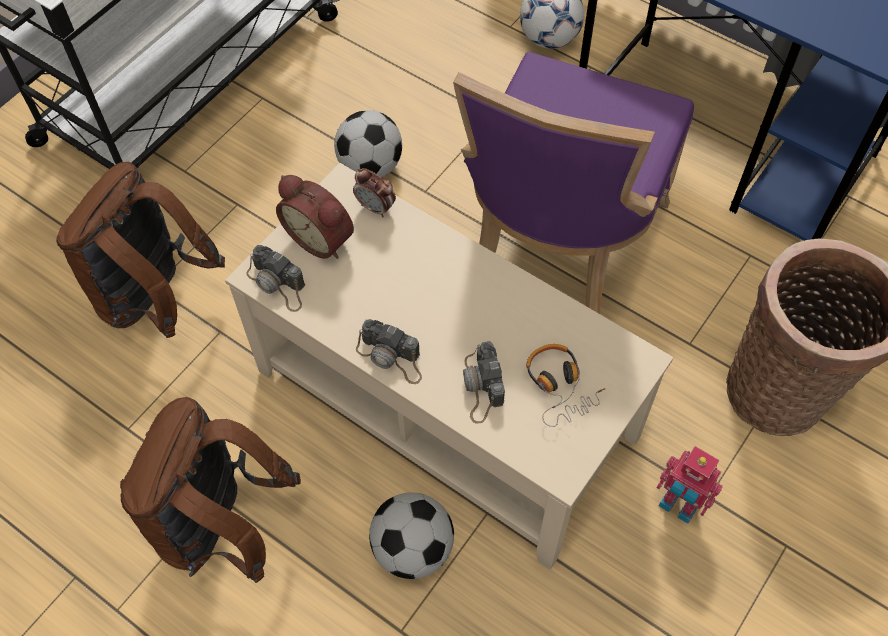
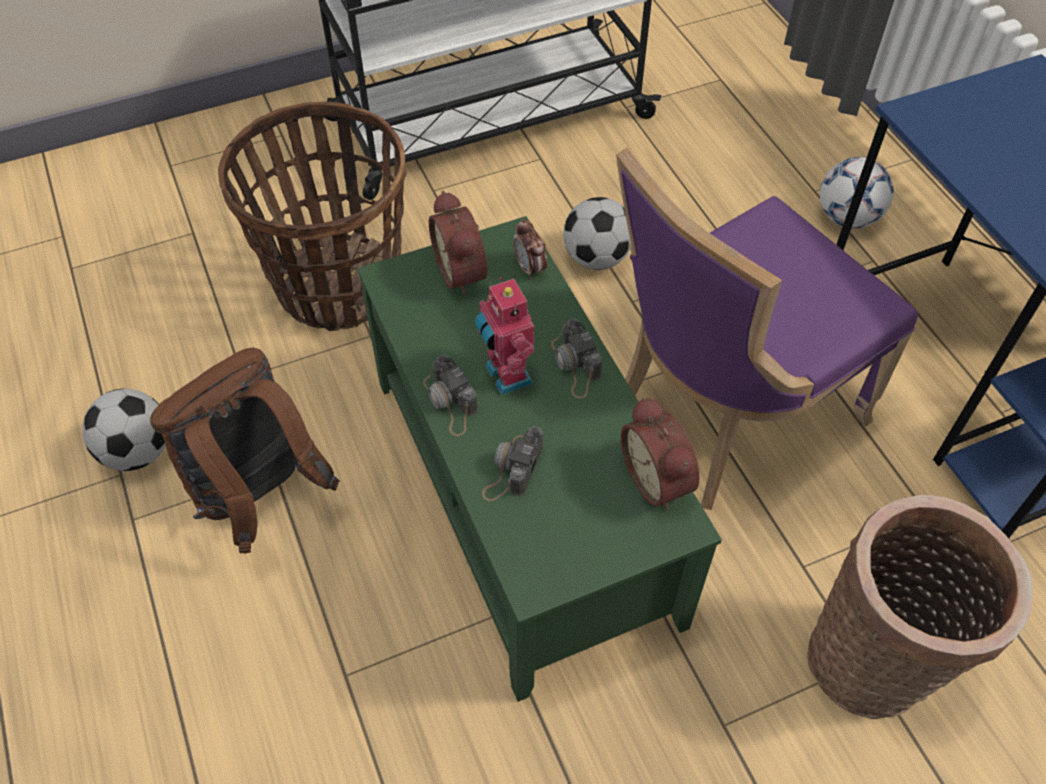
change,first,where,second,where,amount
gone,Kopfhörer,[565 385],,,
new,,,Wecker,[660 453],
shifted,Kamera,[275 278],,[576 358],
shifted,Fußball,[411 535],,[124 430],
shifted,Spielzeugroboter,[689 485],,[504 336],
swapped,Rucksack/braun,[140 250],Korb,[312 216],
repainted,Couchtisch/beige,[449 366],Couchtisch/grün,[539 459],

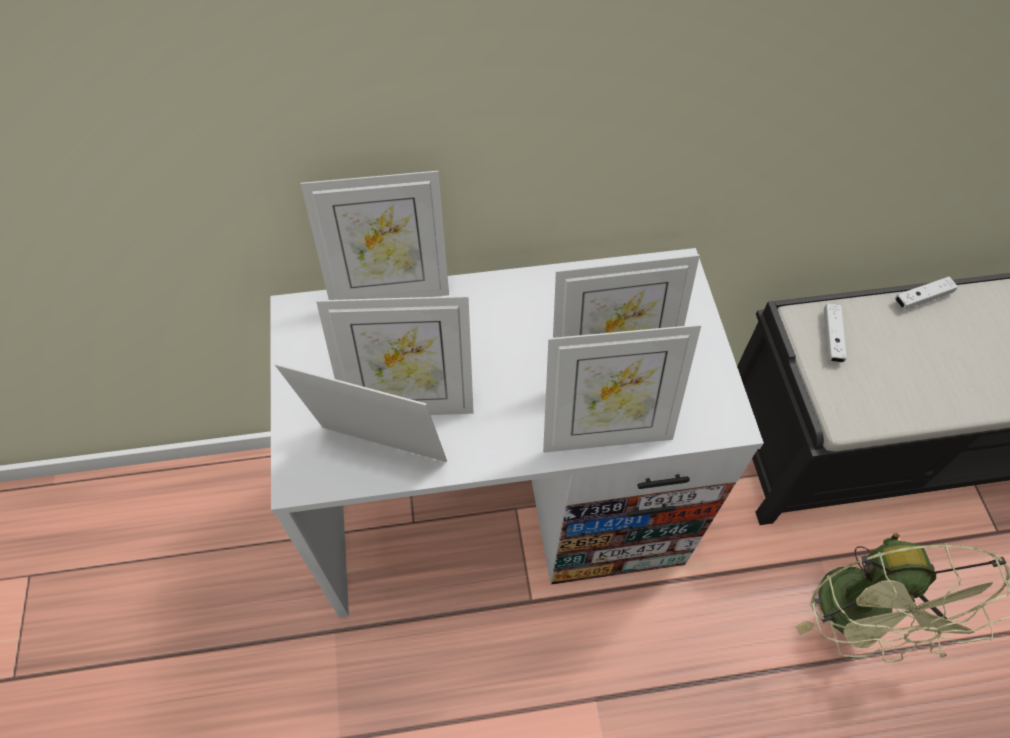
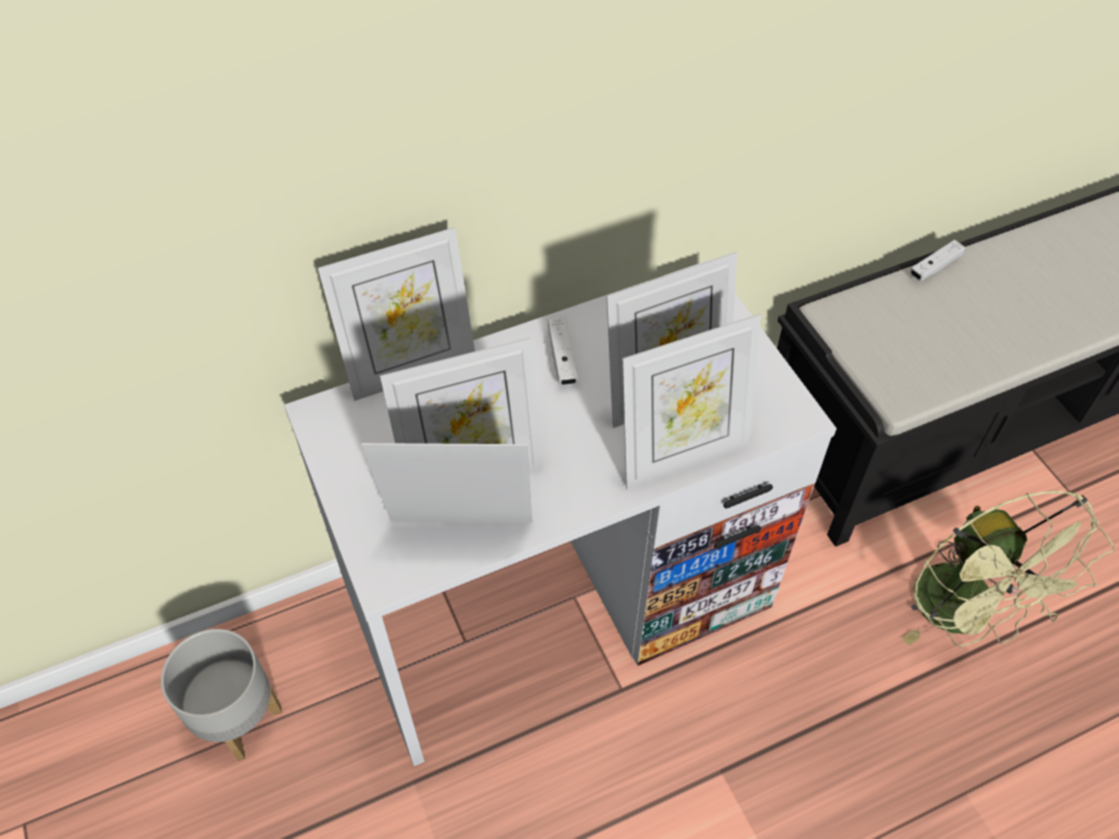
change,first,where,second,where,amount
new,,,Pflanzkübel/grau,[221 695],
shifted,Gamepad/weiß,[835 333],,[563 351],

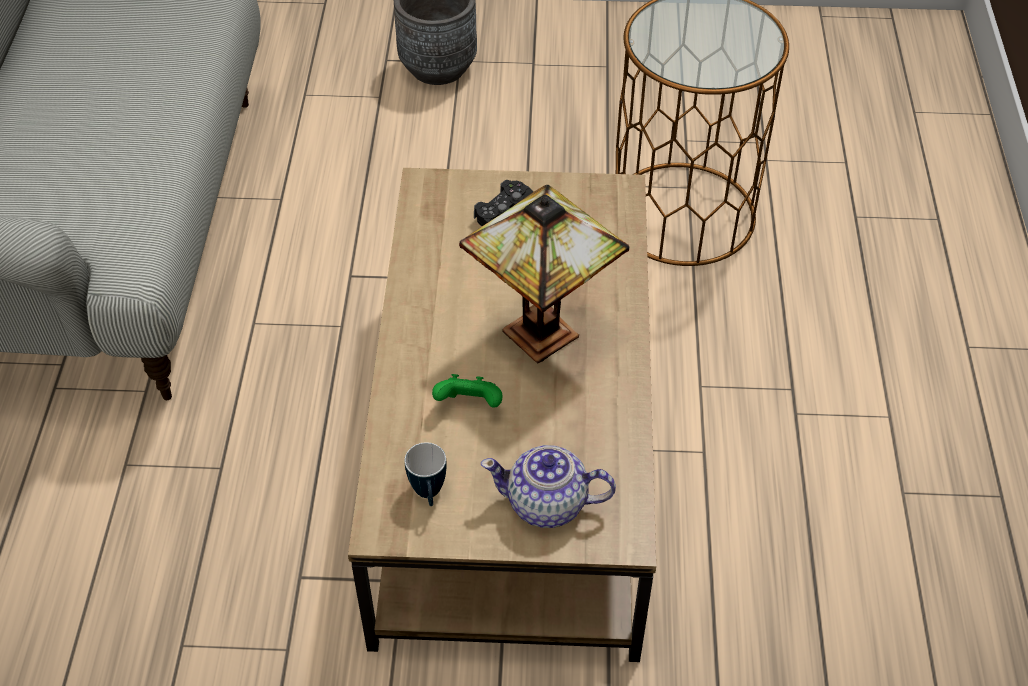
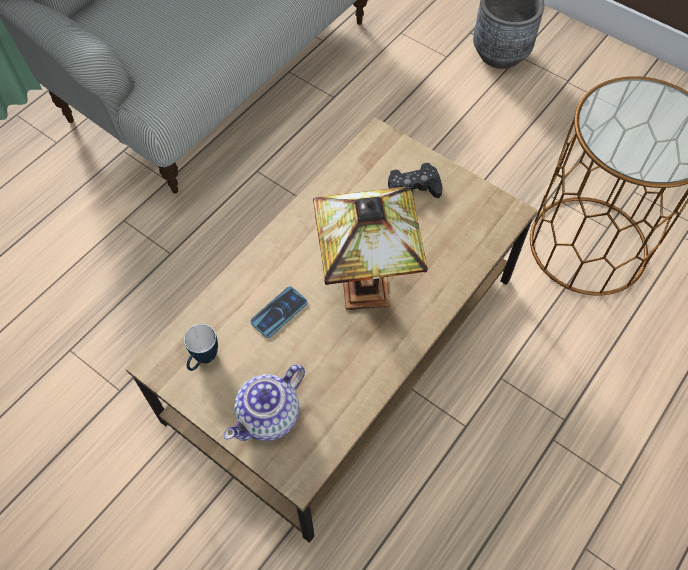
change,first,where,second,where,amount
swapped,Gamepad/grün,[467 391],Handy,[278 312],
rotated,Teekanne,[548 486],,[264 402],90 degrees counterclockwise

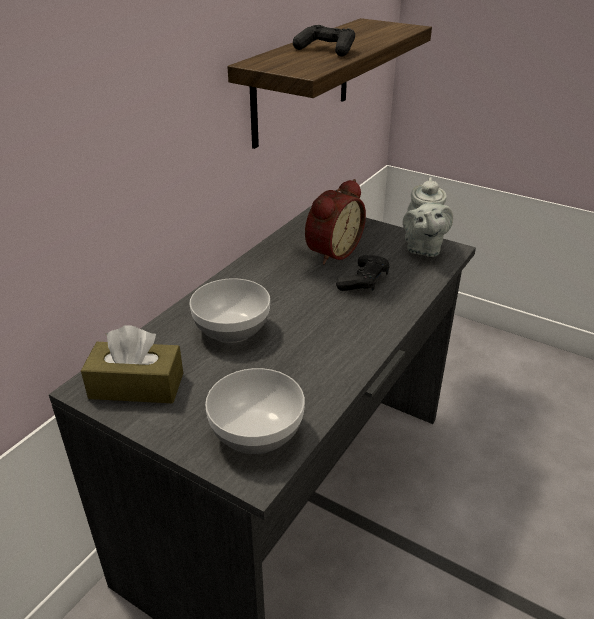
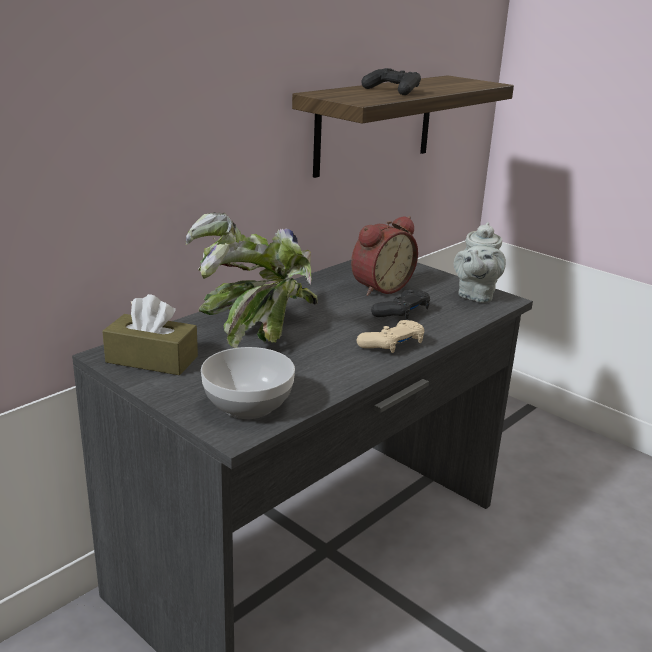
change,first,where,second,where,amount
new,,,Gamepad/beige,[390 336],
swapped,Schüssel,[229 310],Topfpflanze,[252 280],

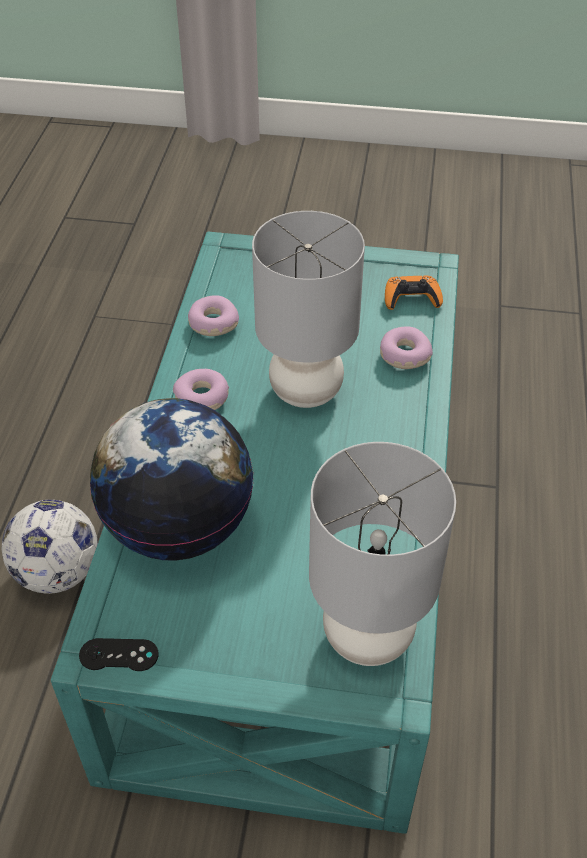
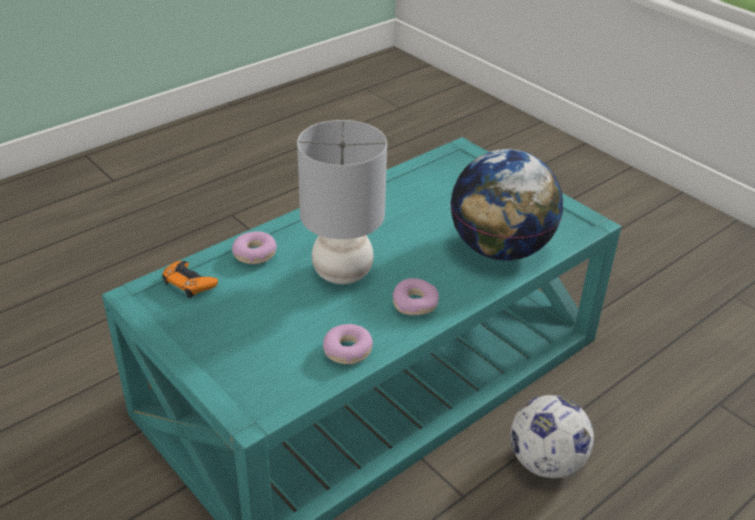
change,first,where,second,where,amount
gone,Gamepad/schwarz,[119 654],,,
gone,Tischlampe/grau,[382 554],,,

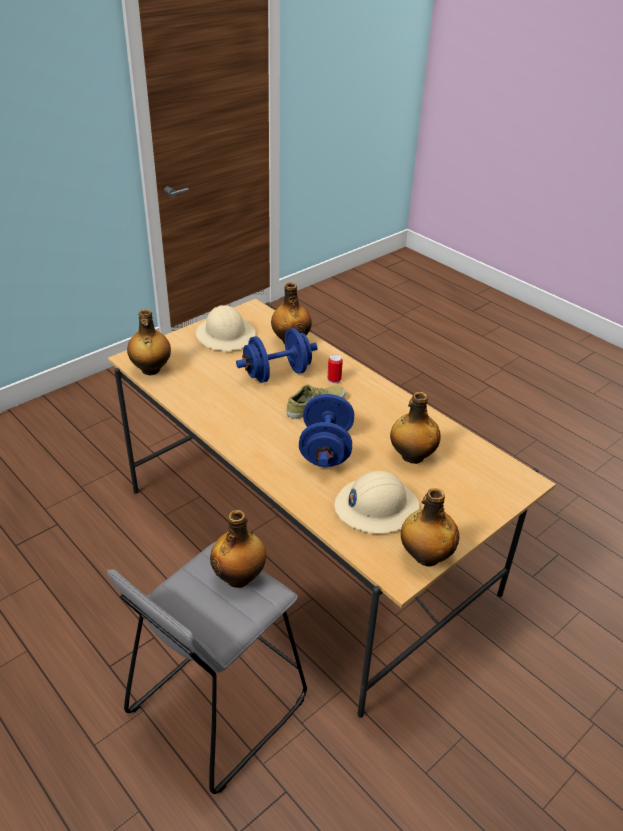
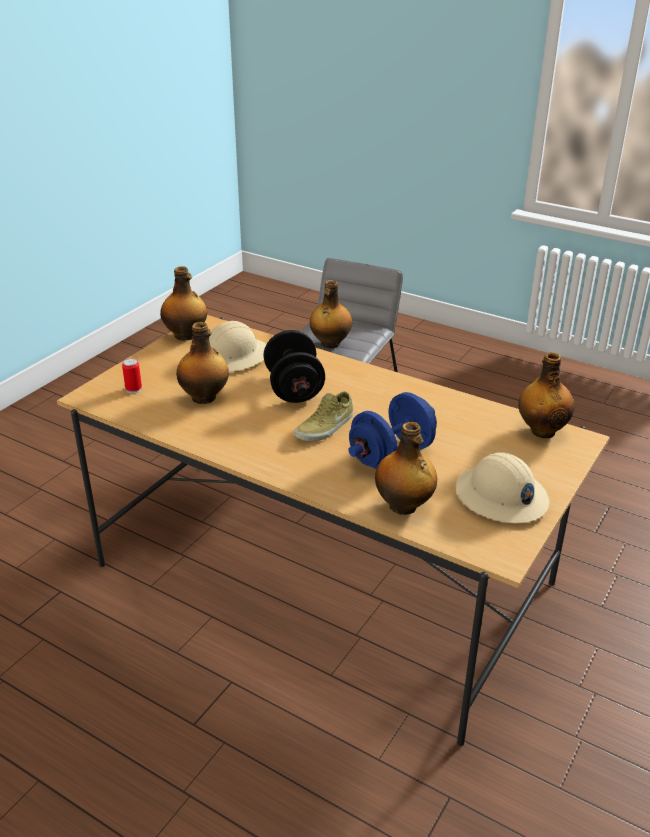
change,first,where,second,where,amount
shifted,Dose,[335 369],,[132 376],
repainted,Hantel/blau,[326 430],Hantel/schwarz,[294 366],

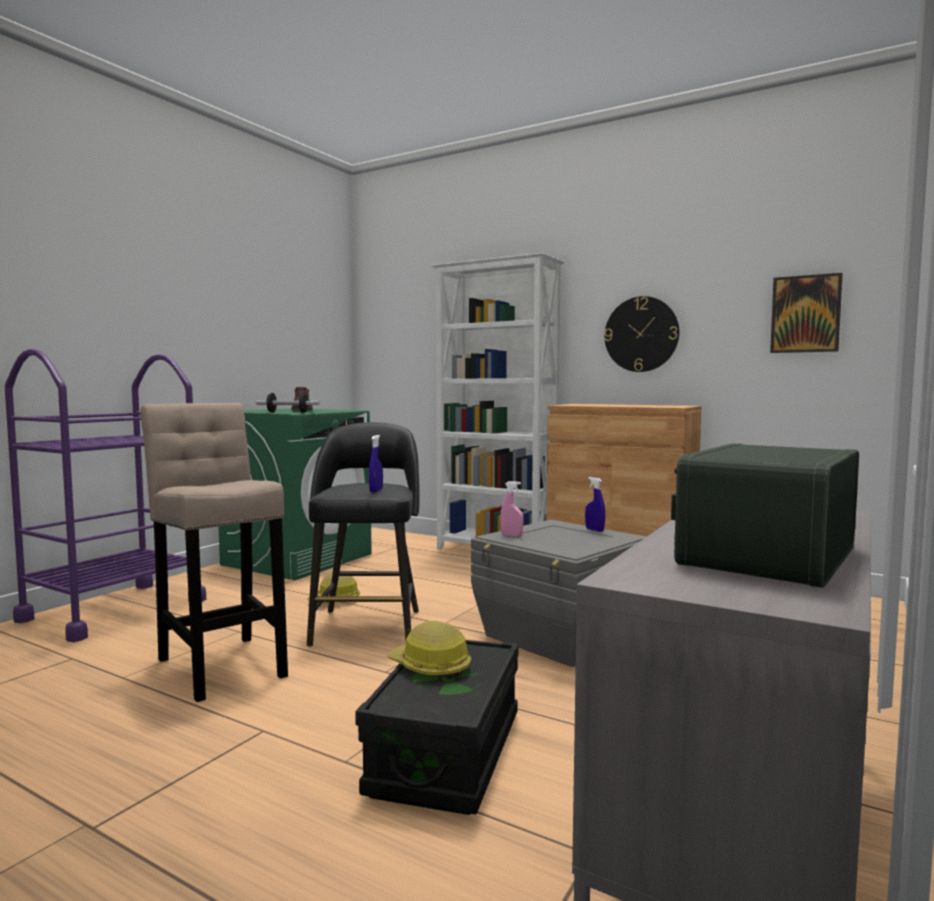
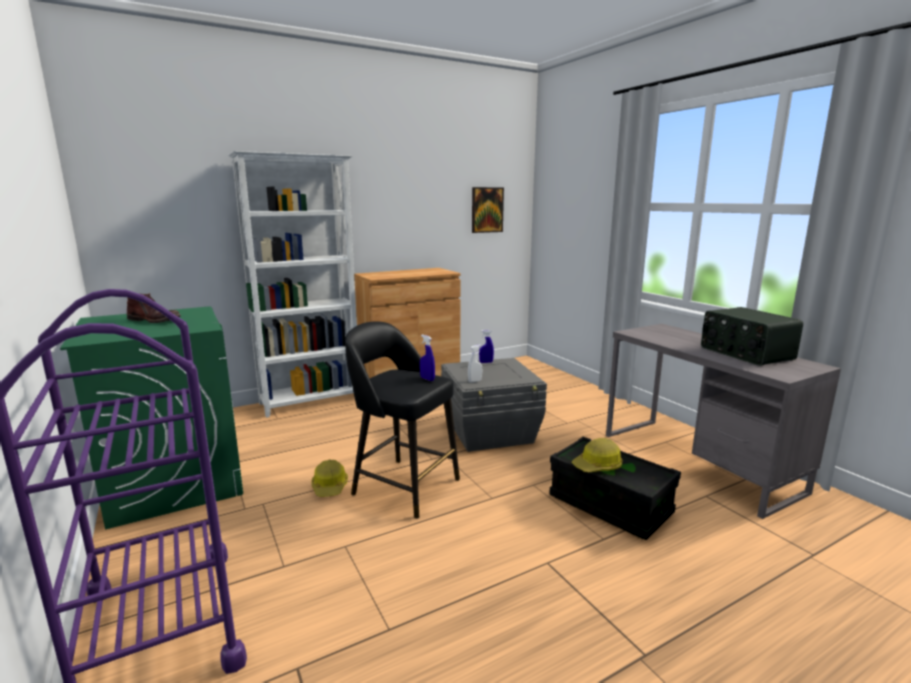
change,first,where,second,where,amount
gone,Hocker/beige,[214 552],,,
gone,Hantel,[288 403],,,
gone,Wanduhr,[641 334],,,
repainted,Sprühflasche/rosa,[511 509],Sprühflasche/weiß,[475 364],

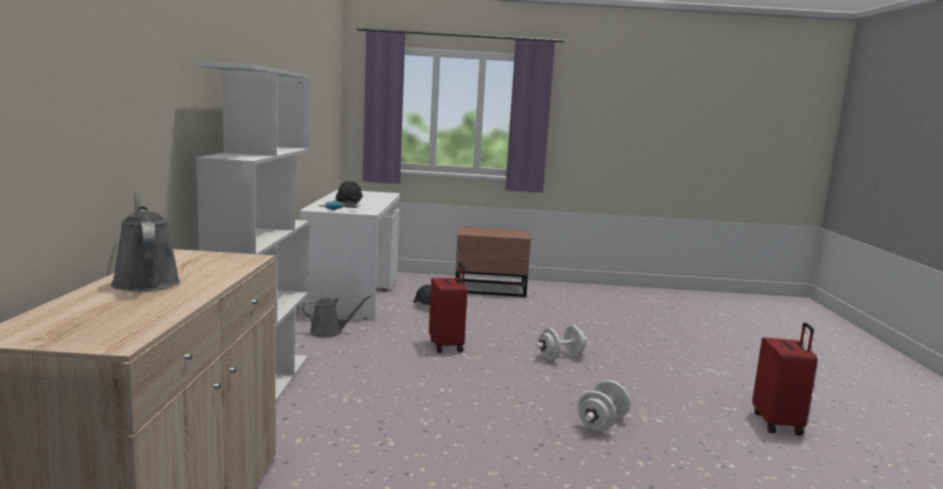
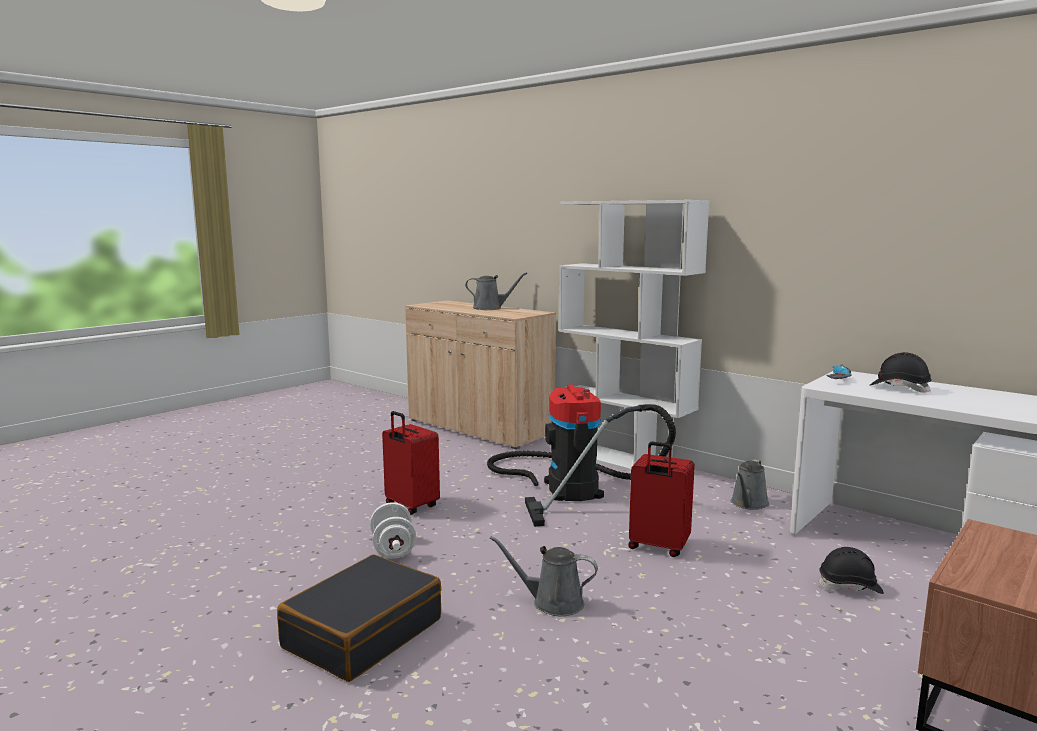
change,first,where,second,where,amount
new,,,Koffer/schwarz,[359 618],
new,,,Staubsauger,[581 455],
shifted,Koffer/rot,[785 379],,[411 463],
swapped,Hantel/weiß,[561 342],Gießkanne/grau,[544 576],

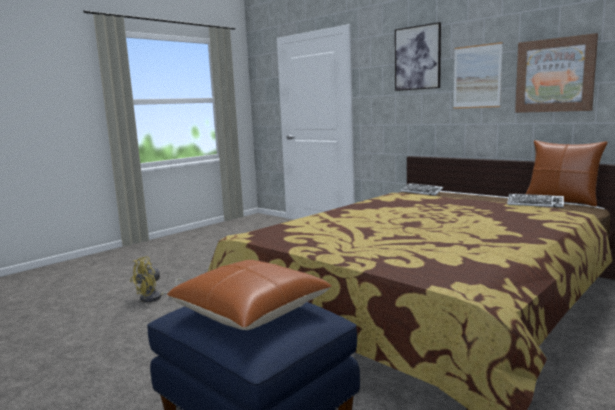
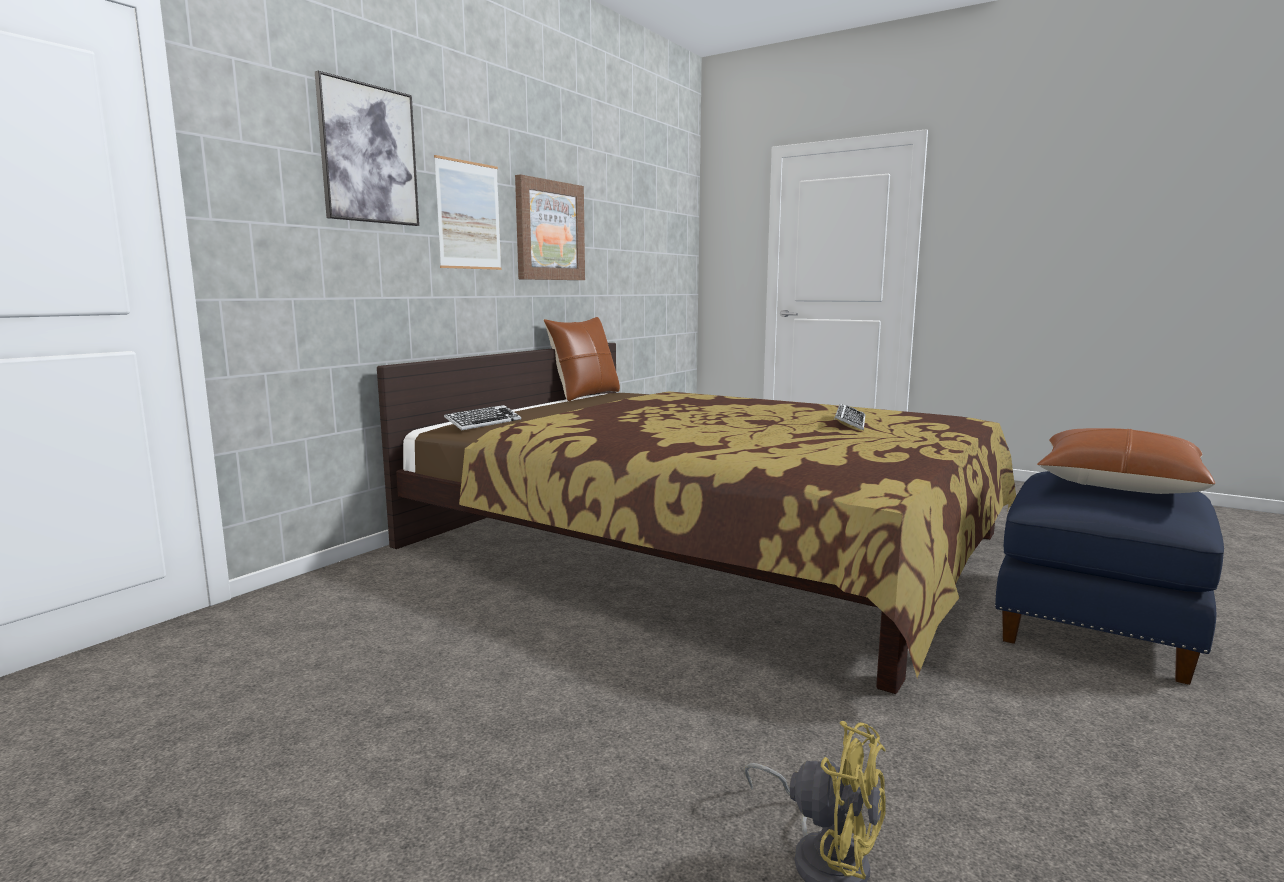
change,first,where,second,where,amount
shifted,Tastatur,[535 201],,[849 417],

